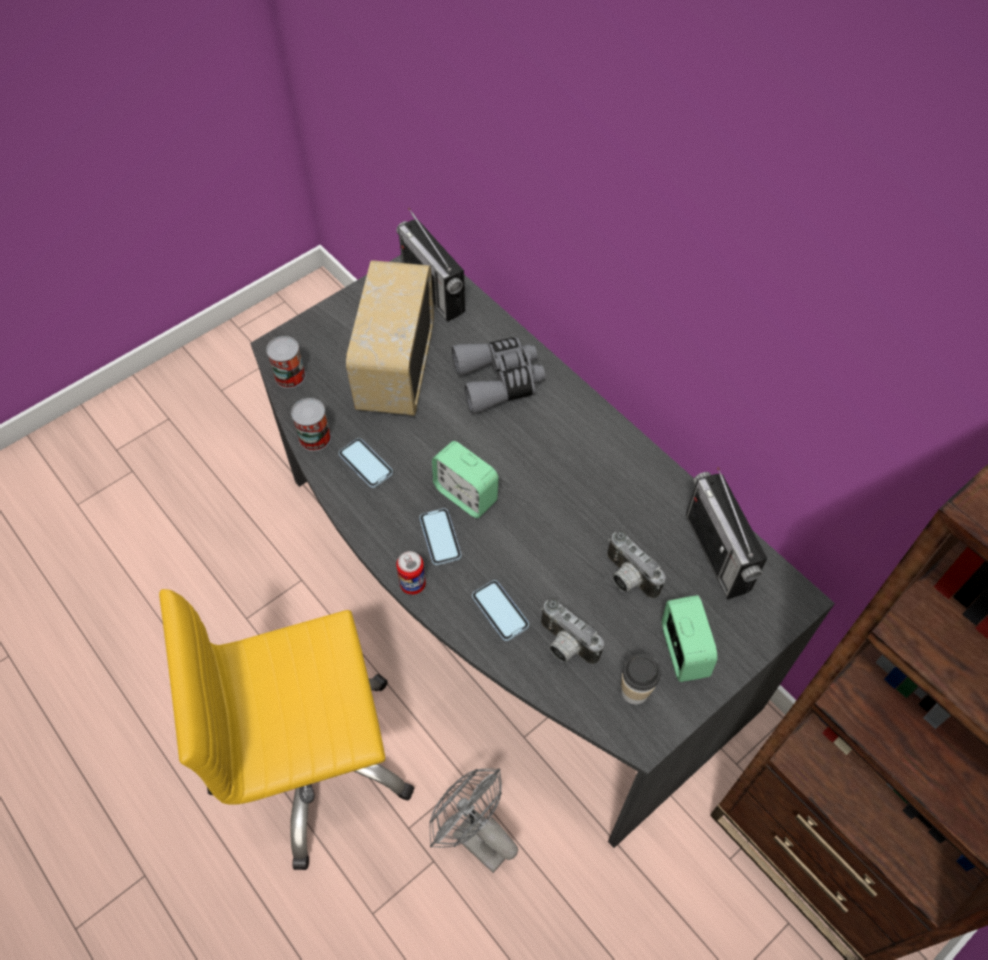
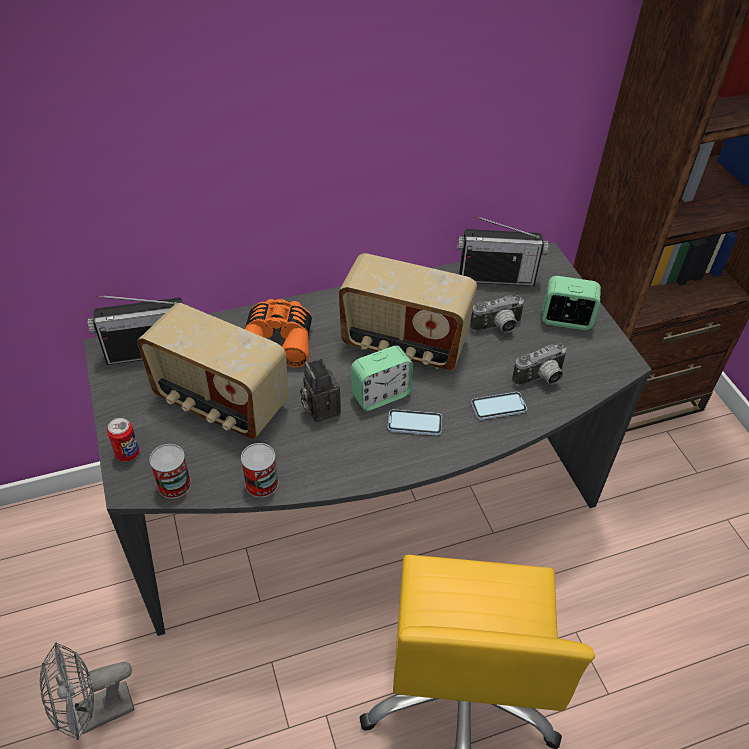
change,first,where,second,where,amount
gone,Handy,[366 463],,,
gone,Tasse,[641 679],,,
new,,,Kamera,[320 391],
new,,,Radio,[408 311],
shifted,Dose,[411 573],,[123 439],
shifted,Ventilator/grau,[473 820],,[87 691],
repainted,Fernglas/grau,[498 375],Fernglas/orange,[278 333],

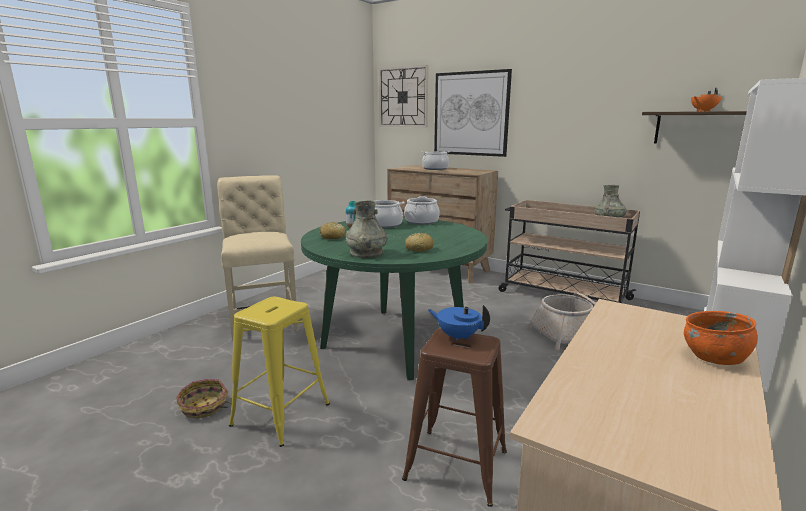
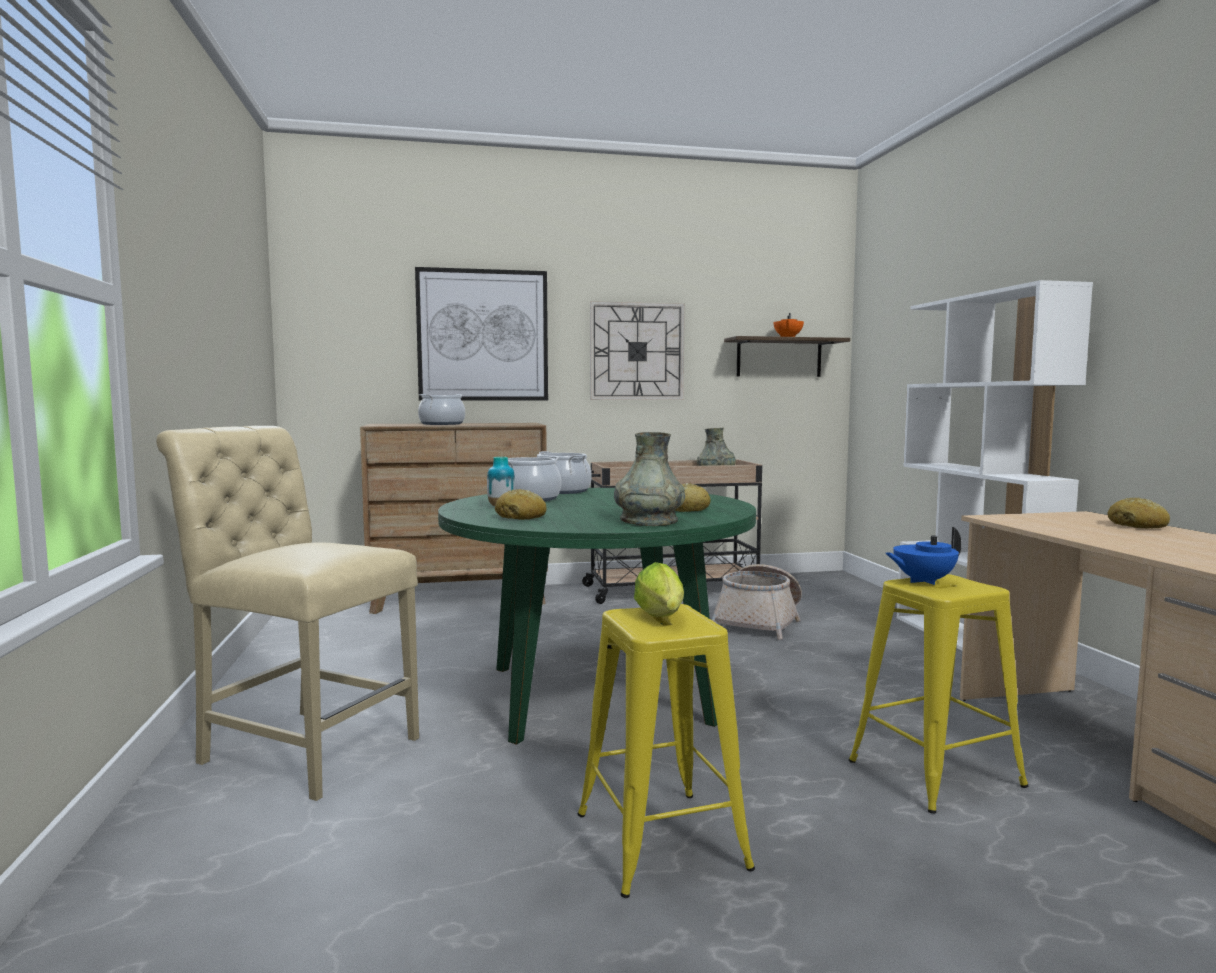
change,first,where,second,where,amount
gone,Korb,[203 399],,,
new,,,Salatkopf,[659 589],
shifted,Wanduhr,[403 96],,[637 350],
swapped,Schüssel/orange,[721 338],Brot,[1138 513],
repainted,Hocker/braun,[454 417],Hocker/gelb,[939 693],

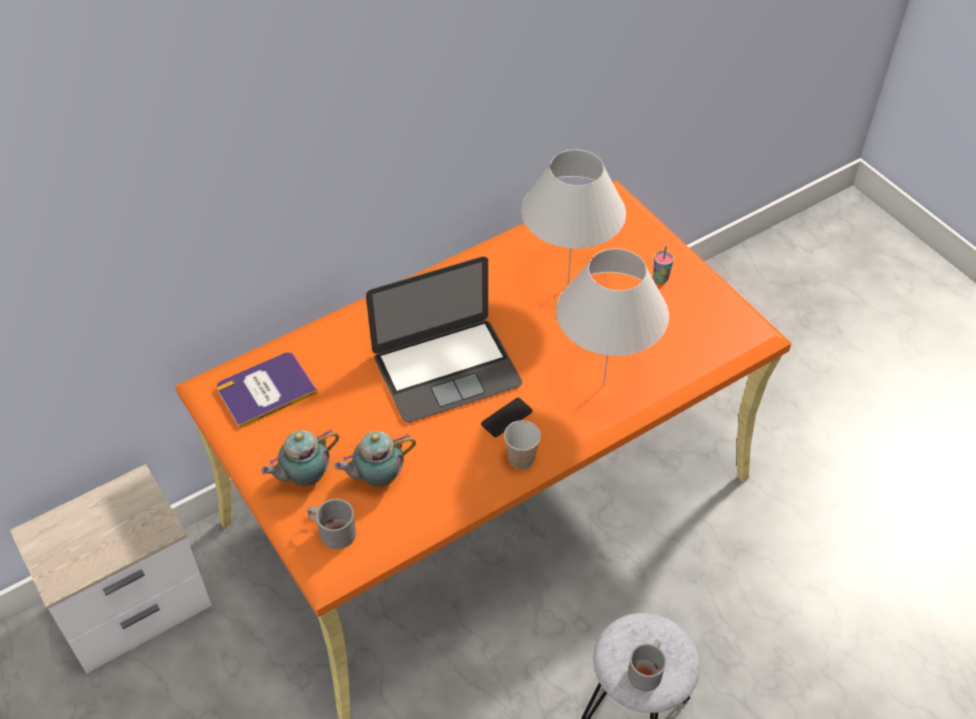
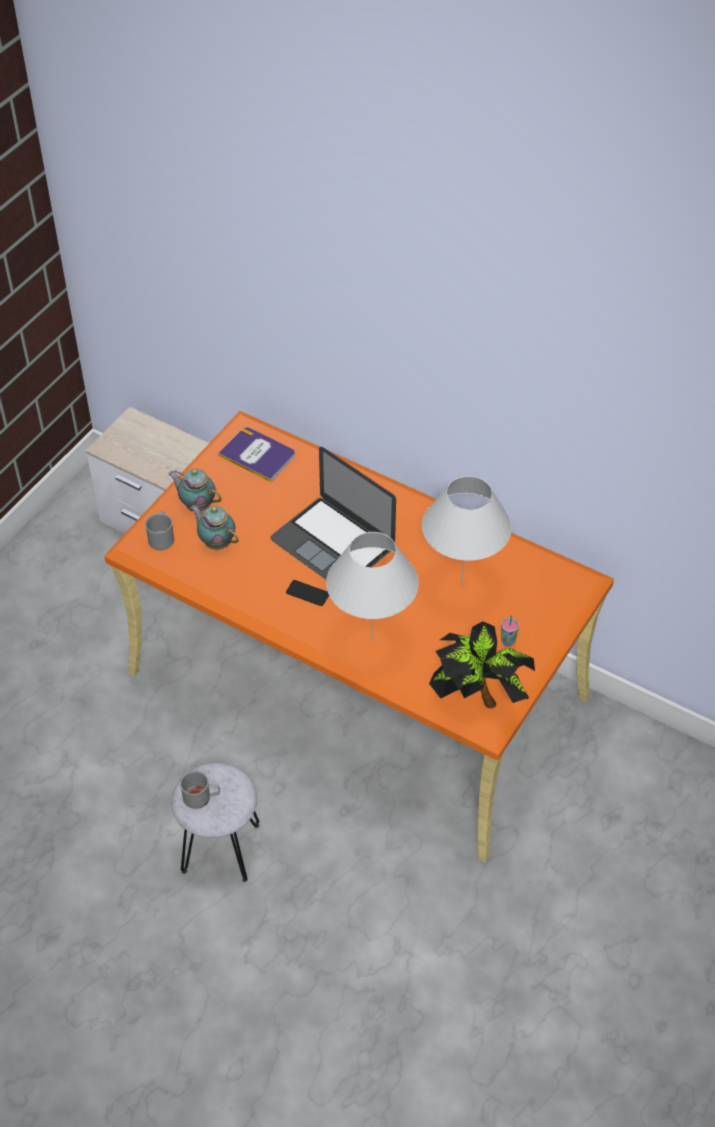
change,first,where,second,where,amount
gone,Tasse,[522 445],,,
new,,,Topfpflanze,[482 665],

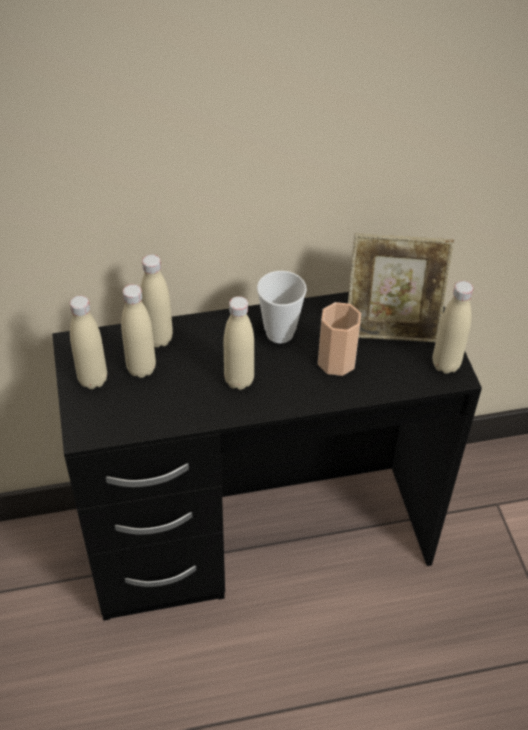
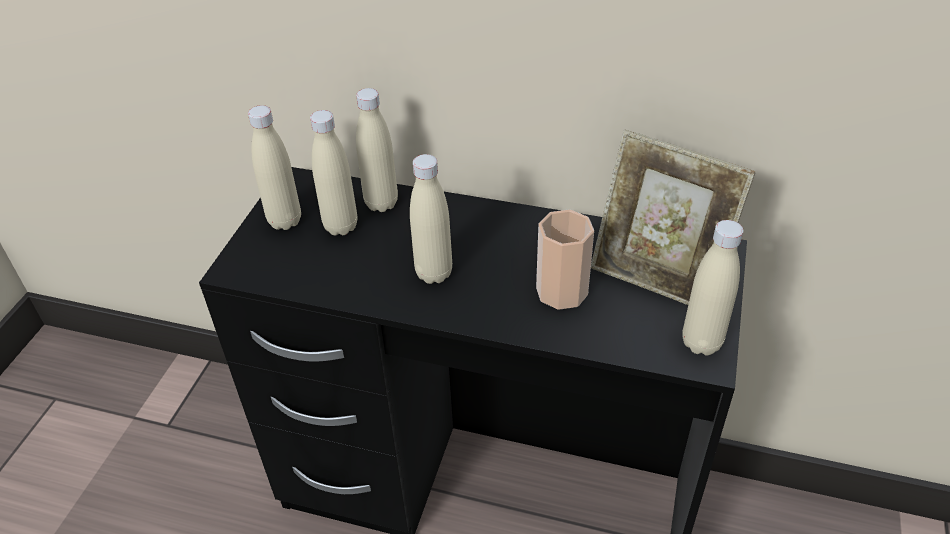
change,first,where,second,where,amount
gone,Tasse,[282 307],,,

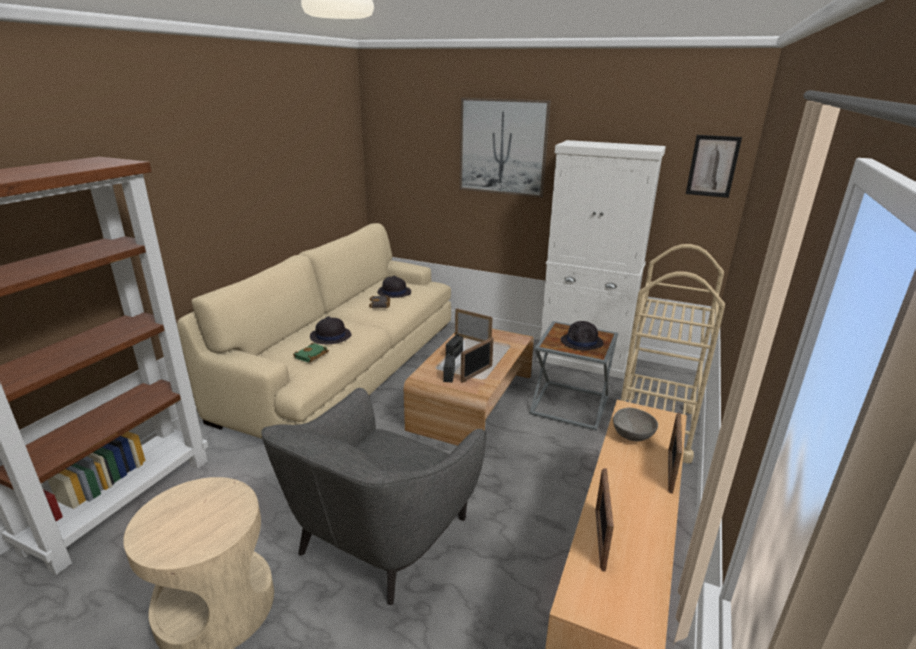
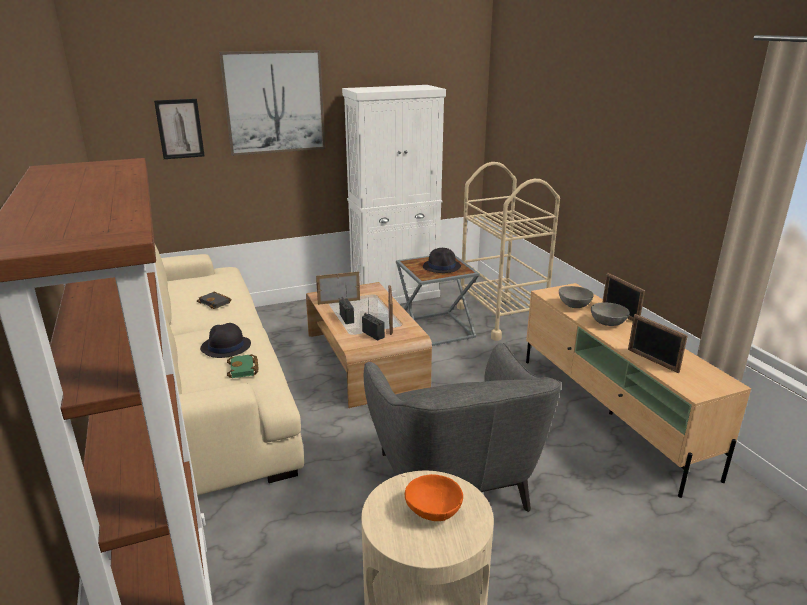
change,first,where,second,where,amount
gone,Hut/schwarz,[394 287],,,
new,,,Schüssel/orange,[434 497],
new,,,Schüssel/grau,[610 314],
shifted,Bild,[714 166],,[179 129],

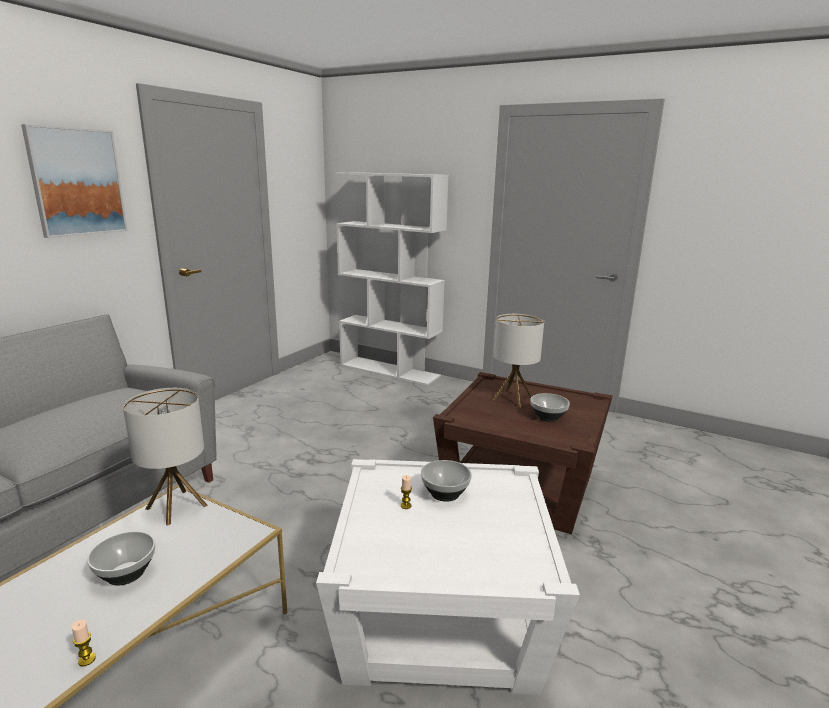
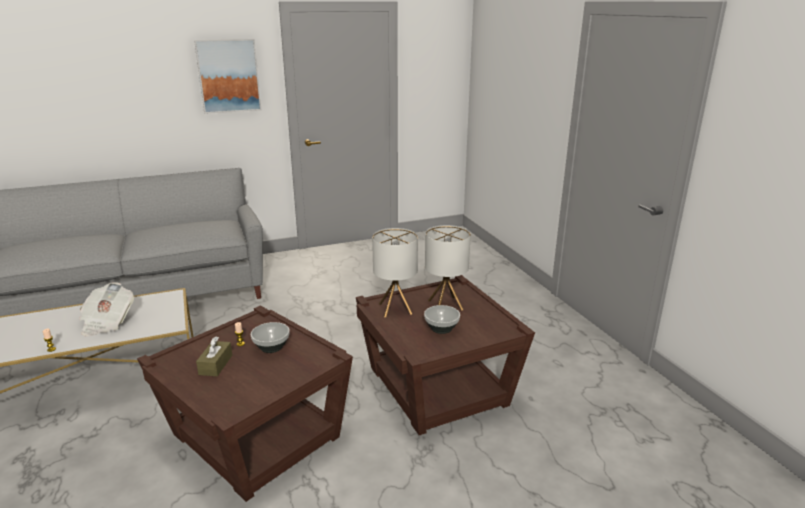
change,first,where,second,where,amount
gone,Bücherregal/weiß,[392 279],,,
new,,,Taschentuchbox/braun,[214 356],
shifted,Tischlampe,[165 457],,[395 273],
swapped,Schüssel,[121 558],Zeitung,[106 309],
repainted,Beistelltisch/weiß,[448 577],Beistelltisch/braun,[245 403],

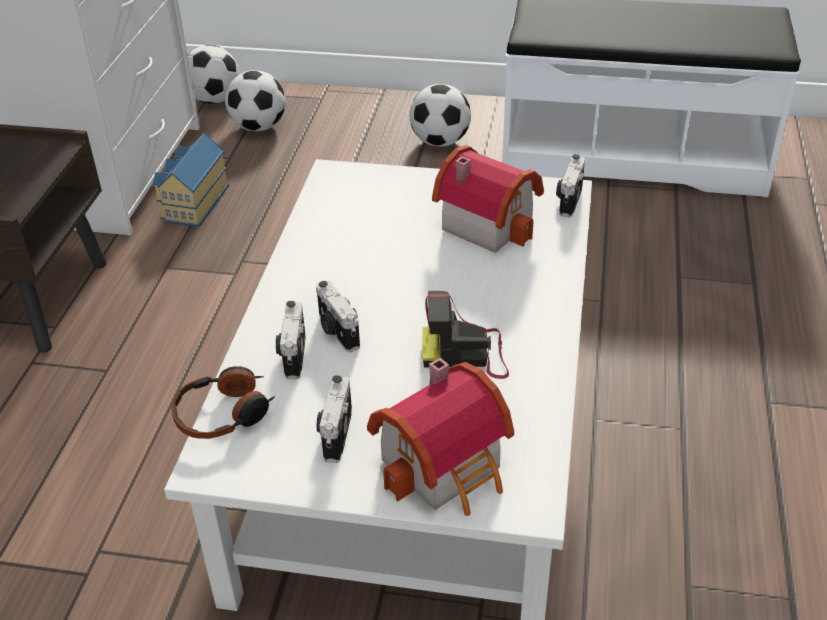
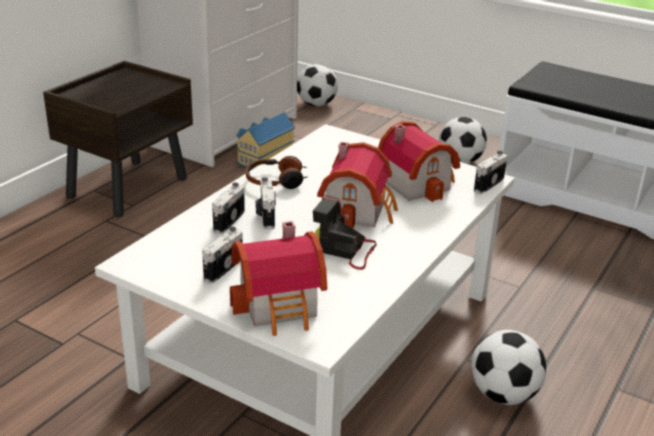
change,first,where,second,where,amount
new,,,Spielzeughaus,[357 185],
shifted,Kopfhörer,[223 402],,[276 172],
shifted,Fußball,[255 100],,[508 367],

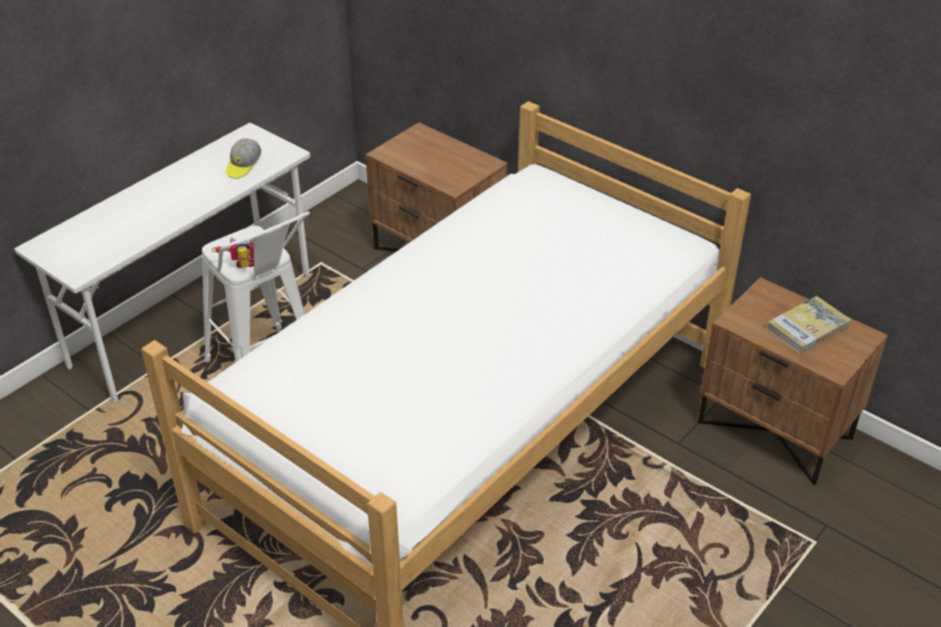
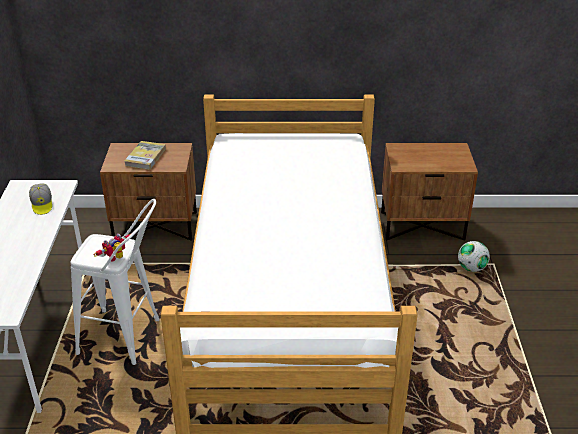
change,first,where,second,where,amount
new,,,Fußball,[474 256],
shifted,Buch,[809 325],,[145 155],

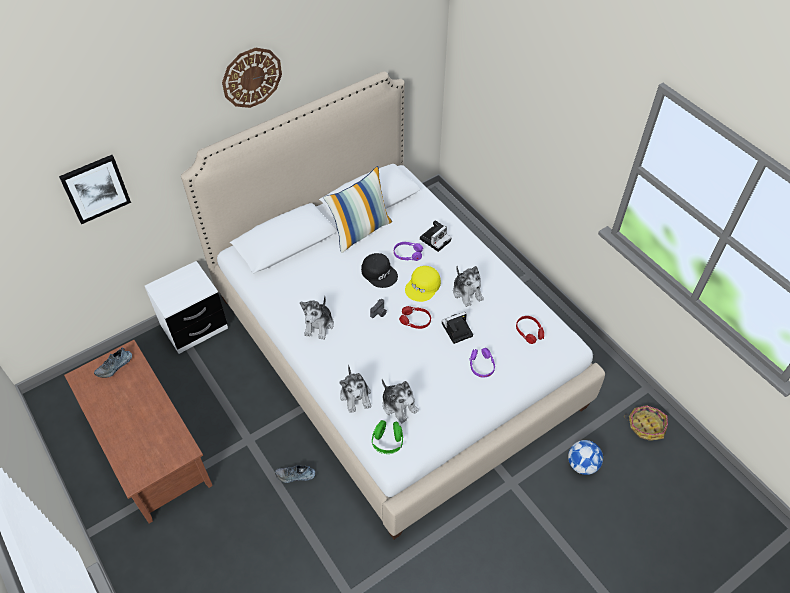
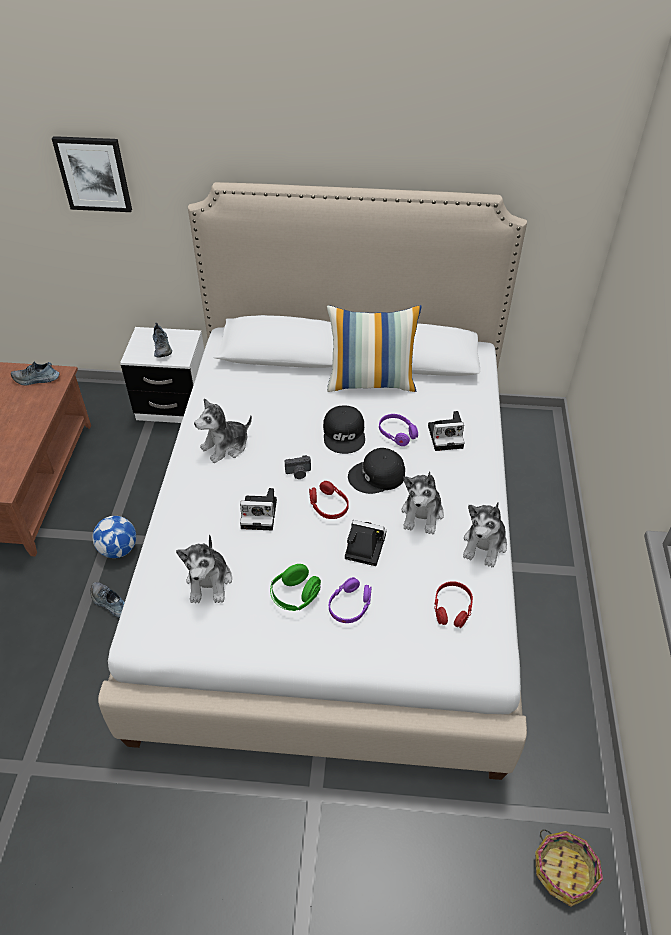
change,first,where,second,where,amount
gone,Wanduhr,[252 78],,,
new,,,Schuh,[162 340],
new,,,Kamera,[258 509],
shifted,Plüschtier,[355 389],,[485 534],
shifted,Kopfhörer/grün,[387 437],,[295 587],
shifted,Fußball,[585 457],,[114 537],
repainted,Kappe/gelb,[423 284],Kappe/schwarz,[376 471],

